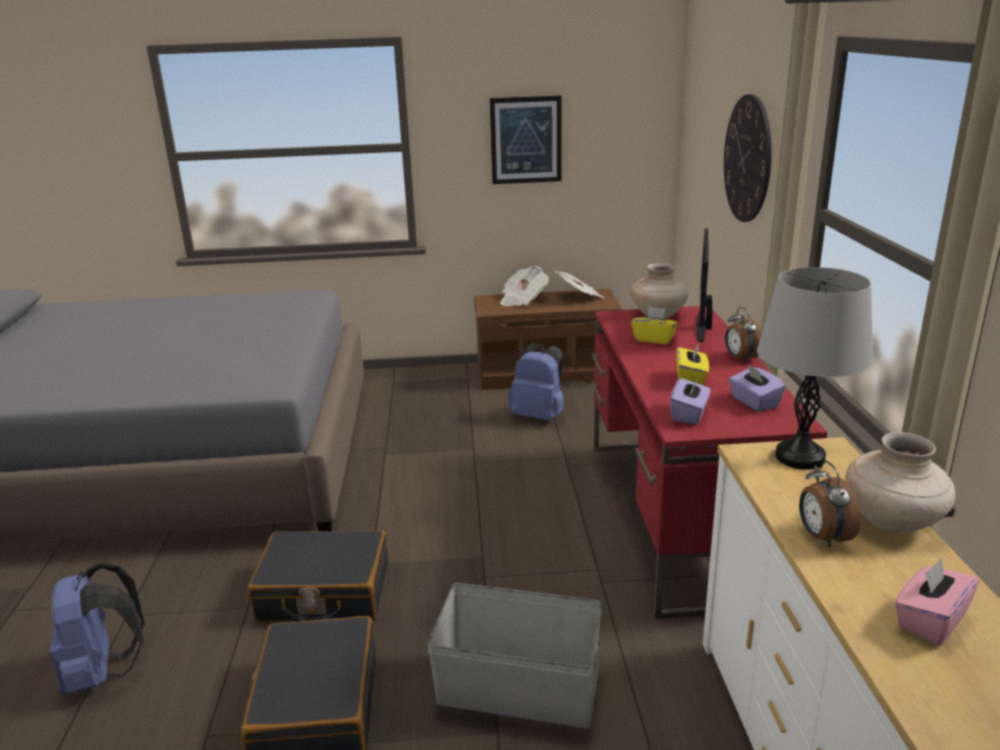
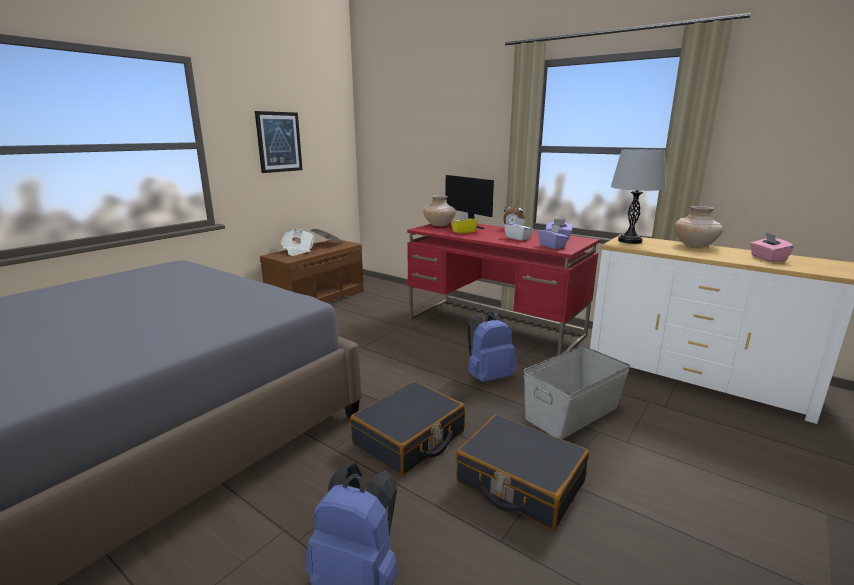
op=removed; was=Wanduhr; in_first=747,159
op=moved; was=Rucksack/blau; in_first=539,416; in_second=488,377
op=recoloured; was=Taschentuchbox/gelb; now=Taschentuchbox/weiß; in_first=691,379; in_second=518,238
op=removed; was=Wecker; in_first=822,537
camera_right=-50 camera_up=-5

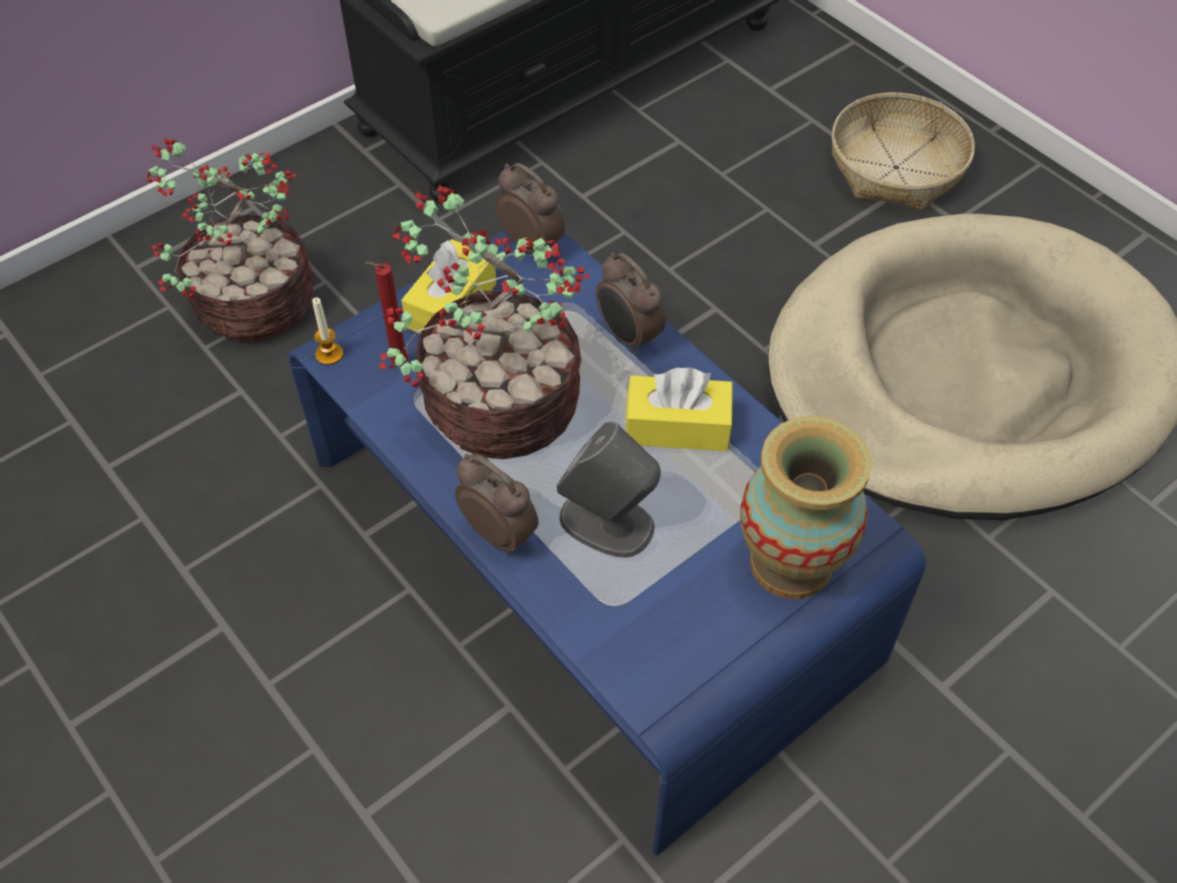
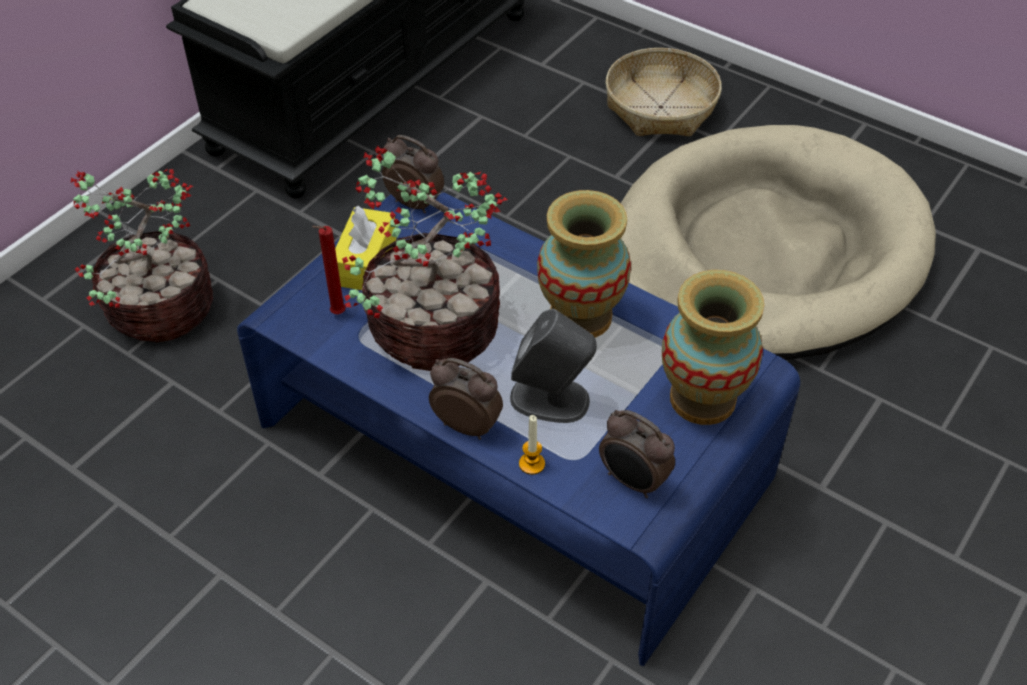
op=moved; was=Wecker; in_first=628,337; in_second=633,481
op=moved; was=Kerze; in_first=329,354; in_second=532,464
op=replaced; was=Taschentuchbox/gelb; now=Vase; in_first=677,426; in_second=580,317
camera_right=-15 camera_up=-5

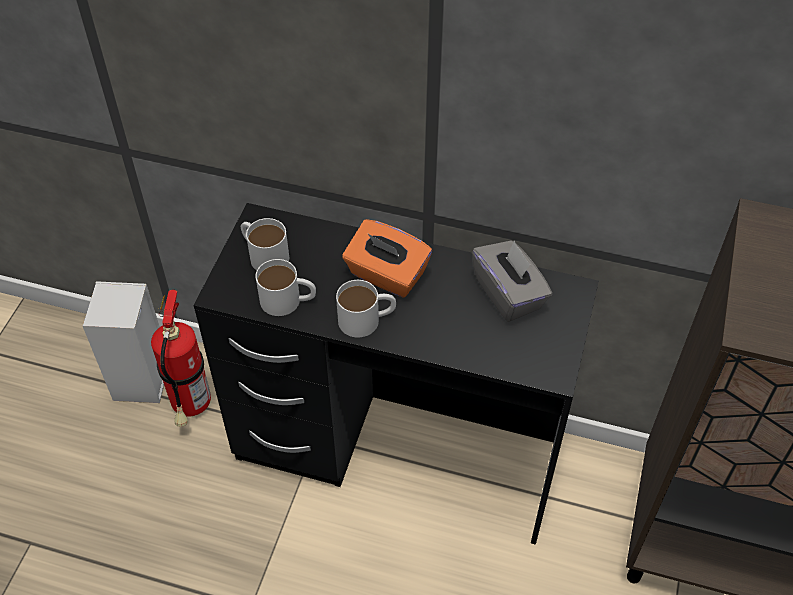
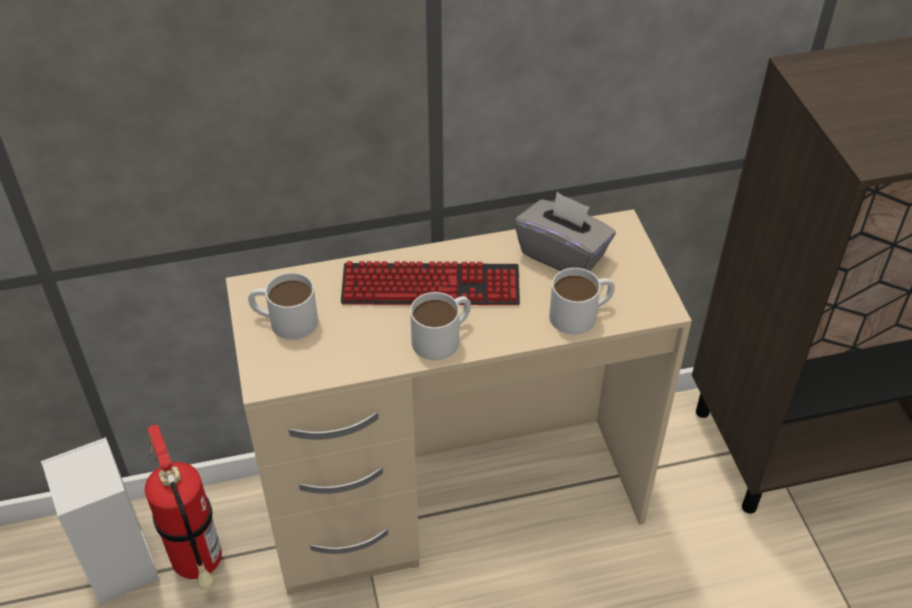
op=recoloured; was=Schreibtisch/schwarz; now=Schreibtisch/beige; in_first=398,451; in_second=455,501
op=replaced; was=Taschentuchbox/orange; now=Tastatur; in_first=386,275; in_second=430,287
op=moved; was=Henkelbecher/weiß; in_first=288,300; in_second=581,314
camera_right=-30 camera_up=-5

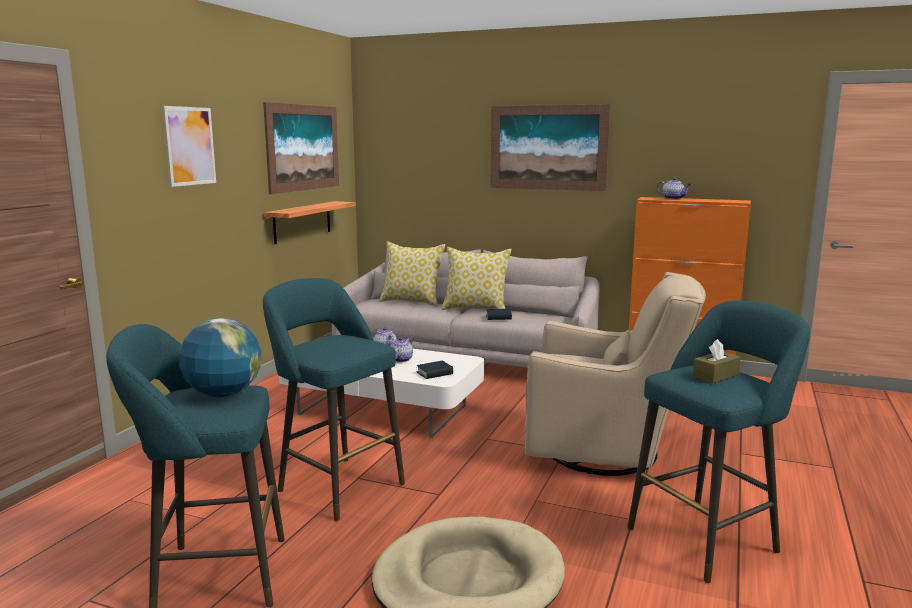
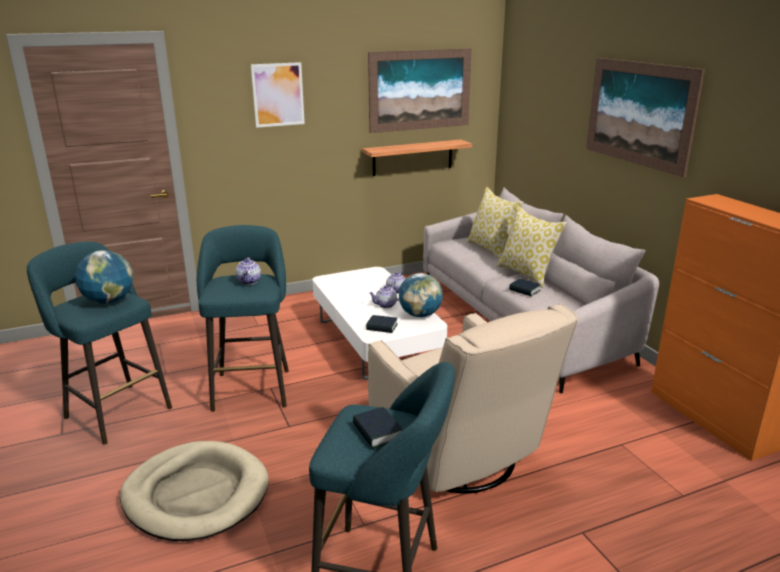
op=moved; was=Teekanne; in_first=673,198; in_second=249,281
op=replaced; was=Taschentuchbox/braun; now=Buch; in_first=715,376; in_second=377,432
op=added; now=Globus; in_second=420,315
camera_right=45 camera_up=10

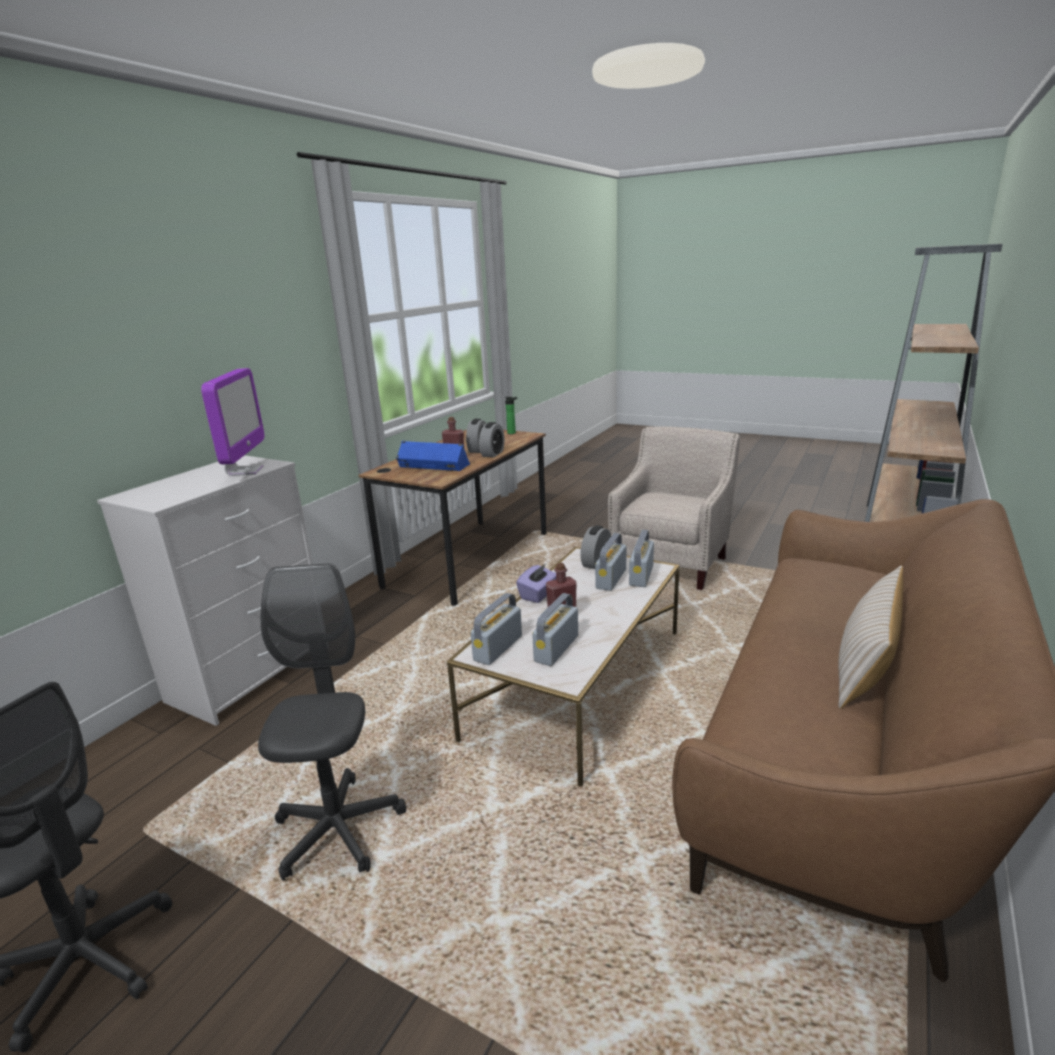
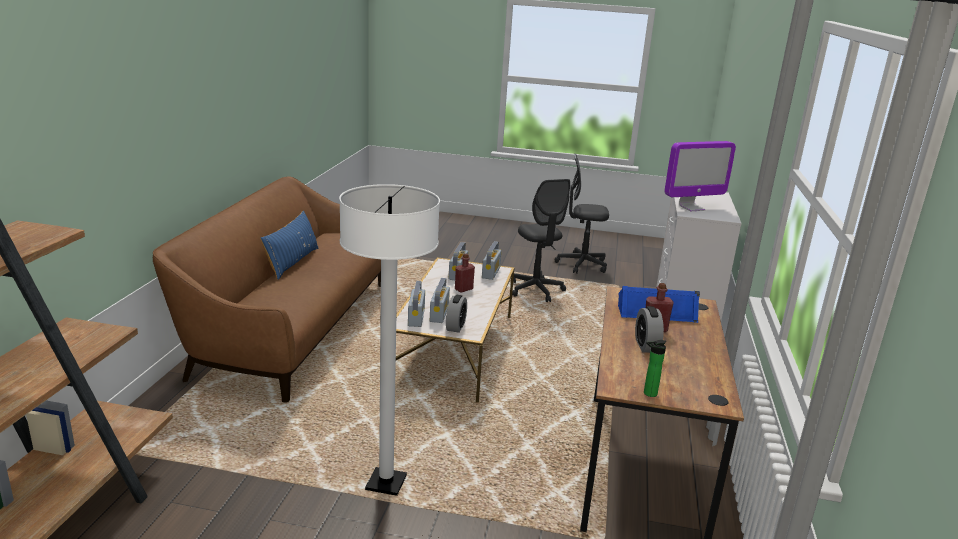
op=turned; was=Monitor; in_first=245,471; in_second=691,208; clockwise=-90
op=removed; was=Wecker; in_first=492,454
op=replaced; was=Sessel/beige; now=Stehlampe/weiß; in_first=672,562; in_second=386,483
op=removed; was=Taschentuchbox/lila; in_first=538,594
op=recoloured; was=Kissen/beige; now=Kissen/blau; in_first=865,664; in_second=292,262
camera_right=160 camera_up=0

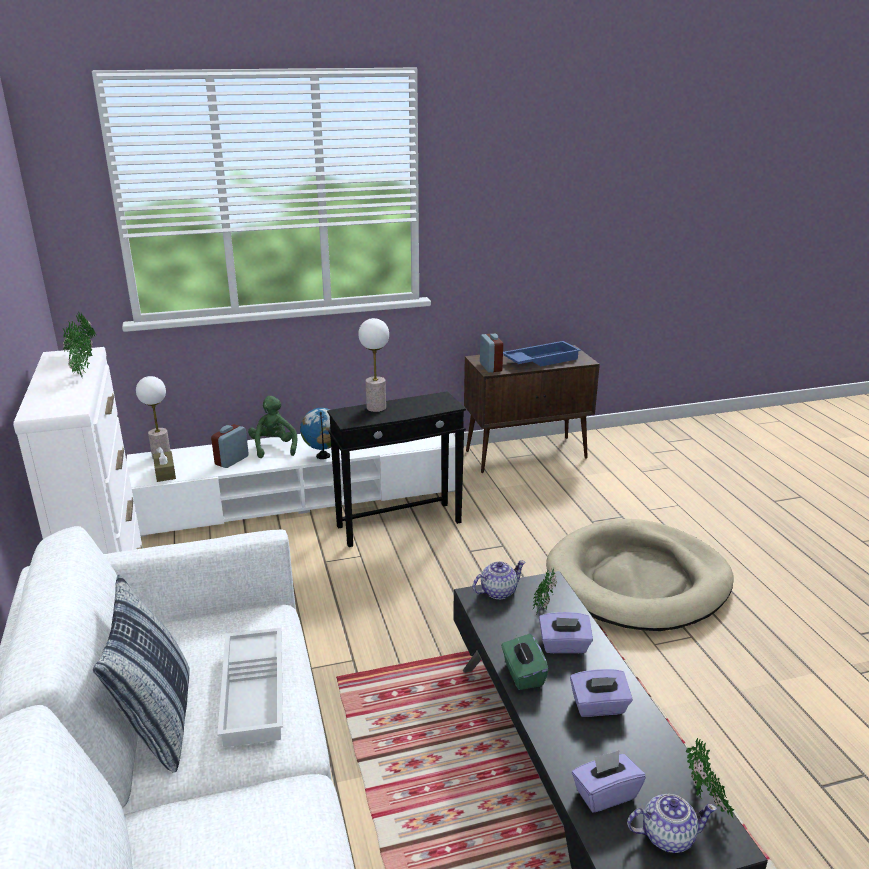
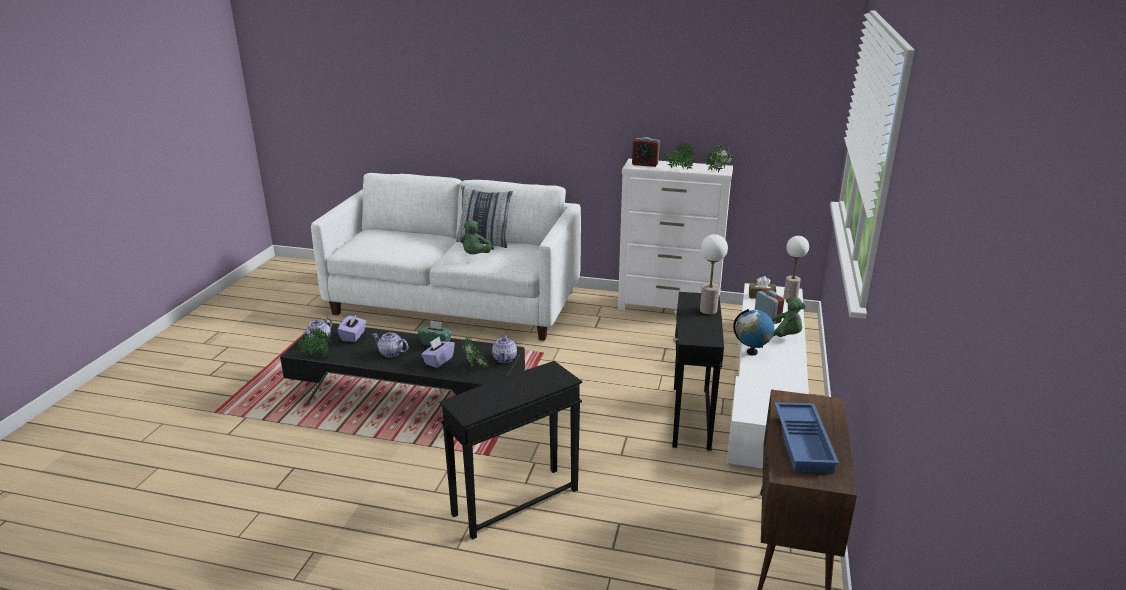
op=moved; was=Wecker; in_first=490,367; in_second=645,164
op=replaced; was=Hundebett/beige; now=Beistelltisch/schwarz; in_first=637,580; in_second=514,501
op=replaced; was=Tablett/weiß; now=Plüschtier/grün; in_first=256,692; in_second=476,256
op=replaced; was=Taschentuchbox/lila; now=Teekanne; in_first=599,706; in_second=391,353
camera_right=120 camera_up=0

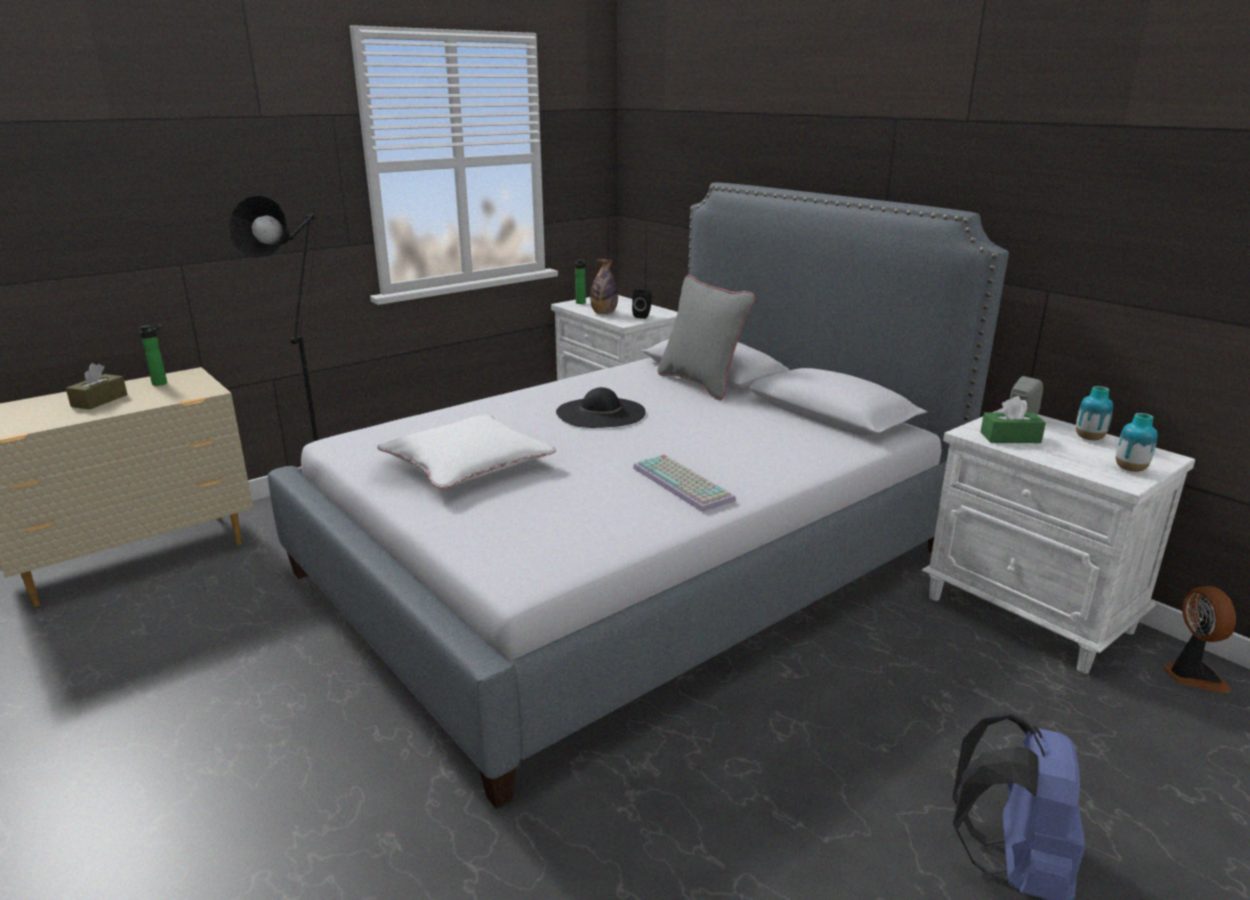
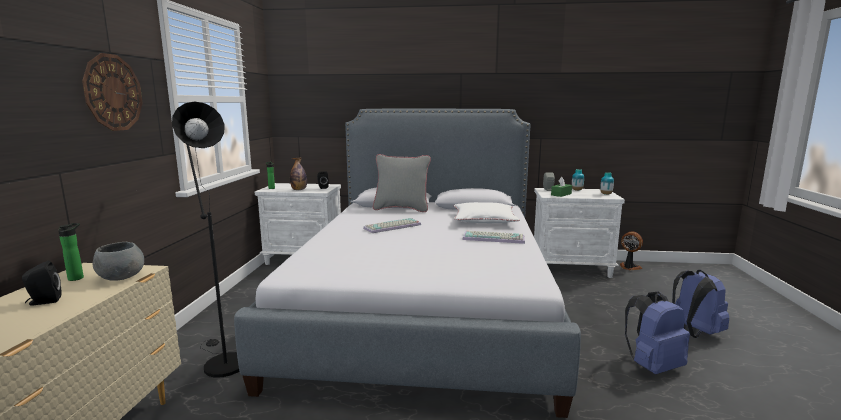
op=replaced; was=Taschentuchbox/braun; now=Lautsprecher/schwarz; in_first=99,400; in_second=43,301
op=replaced; was=Hut/schwarz; now=Tastatur; in_first=600,413; in_second=392,227
op=moved; was=Kissen/weiß; in_first=467,463; in_second=484,220
op=added; now=Wanduhr; in_second=113,92
op=added; now=Schüssel/grau; in_second=121,277
op=added; now=Rucksack/blau; in_second=652,366
camera_right=-45 camera_up=-10

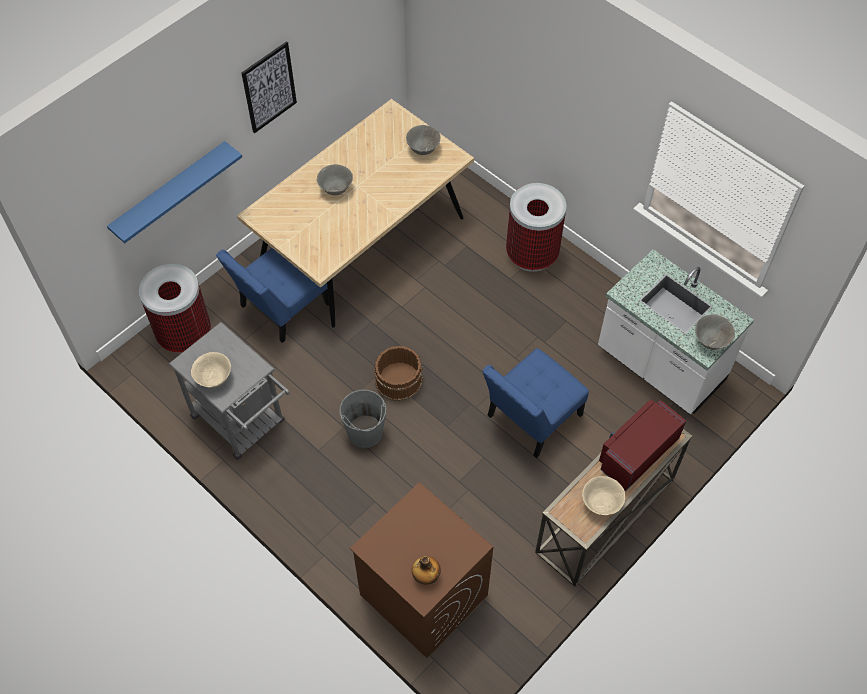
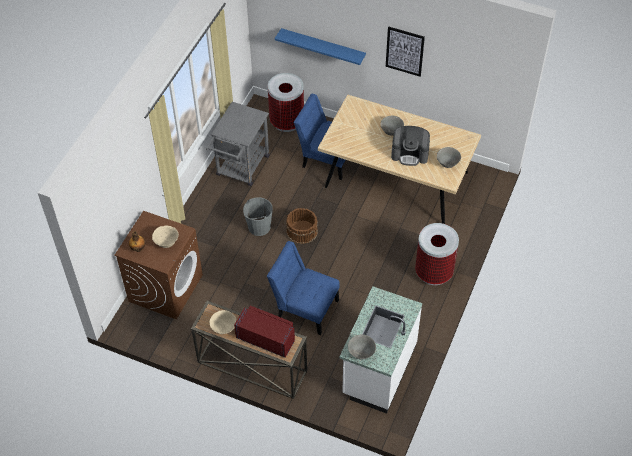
op=moved; was=Schüssel/beige; in_first=214,378; in_second=166,243
op=added; now=Kaffeemaschine; in_second=410,153
camera_right=70 camera_up=-5

